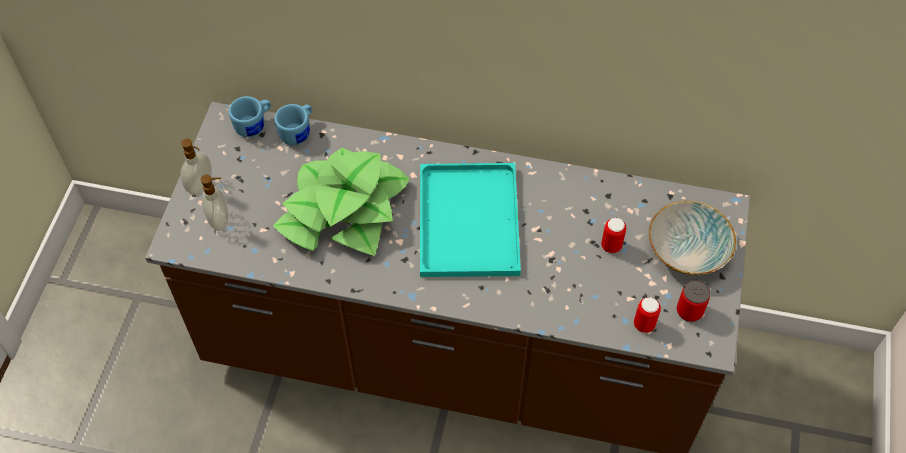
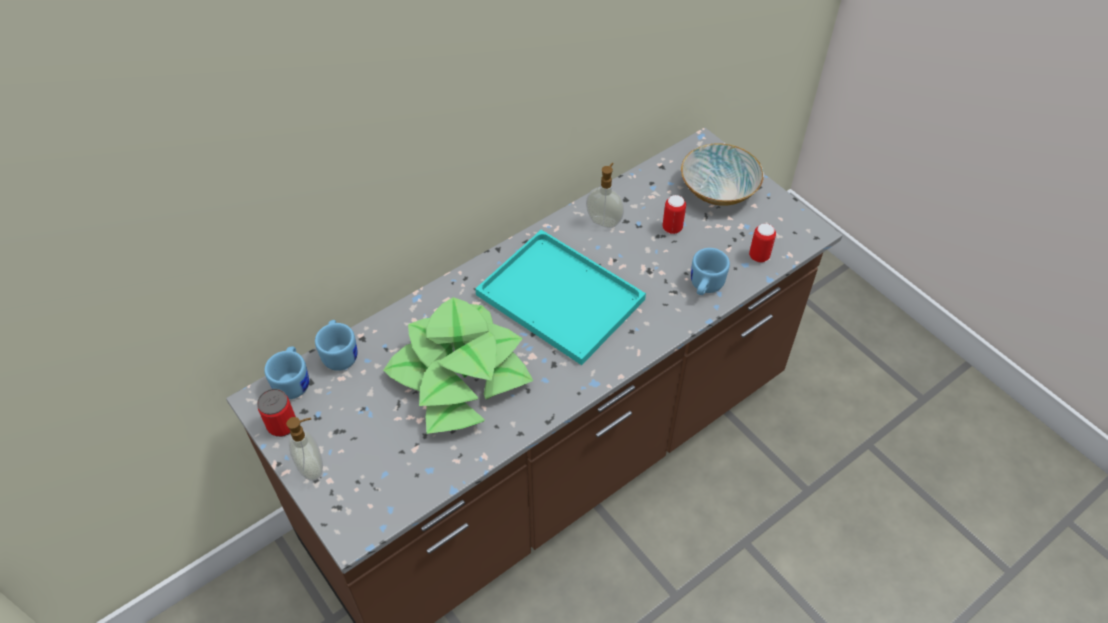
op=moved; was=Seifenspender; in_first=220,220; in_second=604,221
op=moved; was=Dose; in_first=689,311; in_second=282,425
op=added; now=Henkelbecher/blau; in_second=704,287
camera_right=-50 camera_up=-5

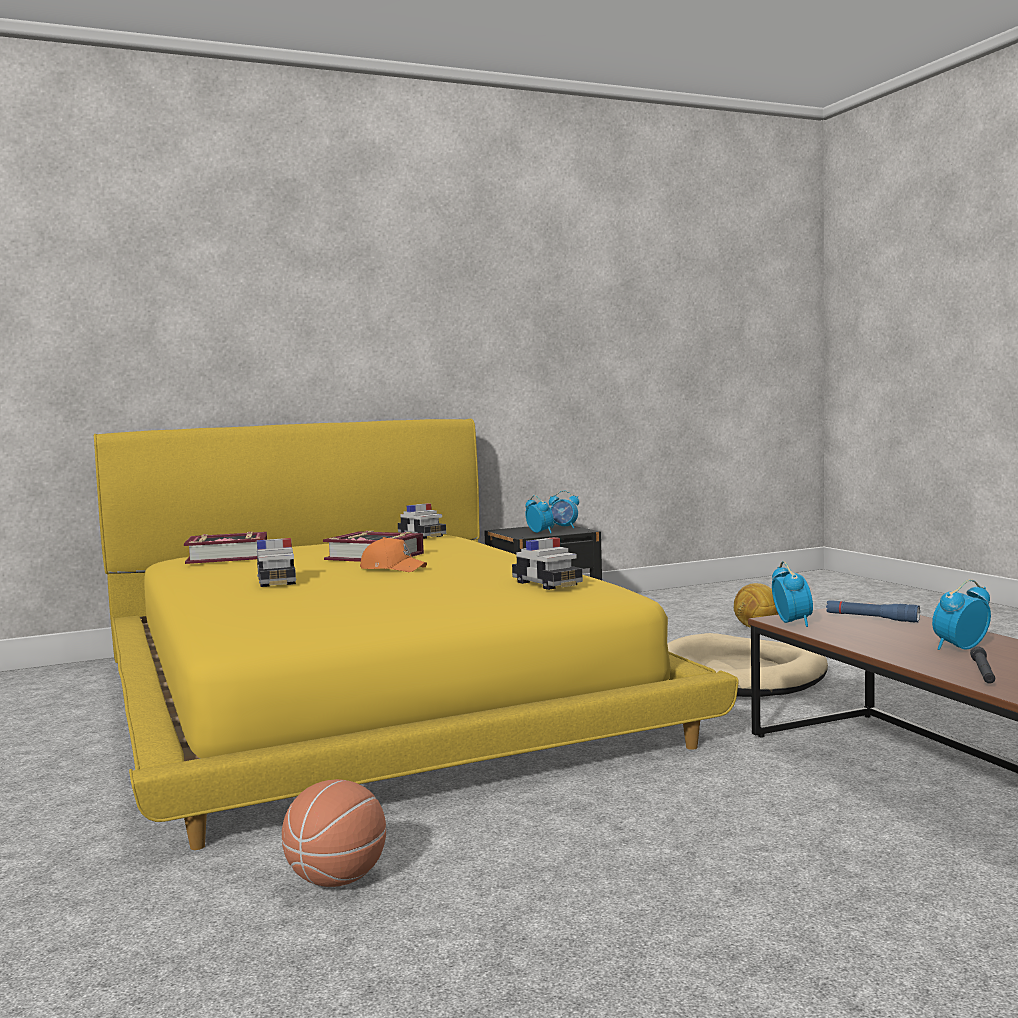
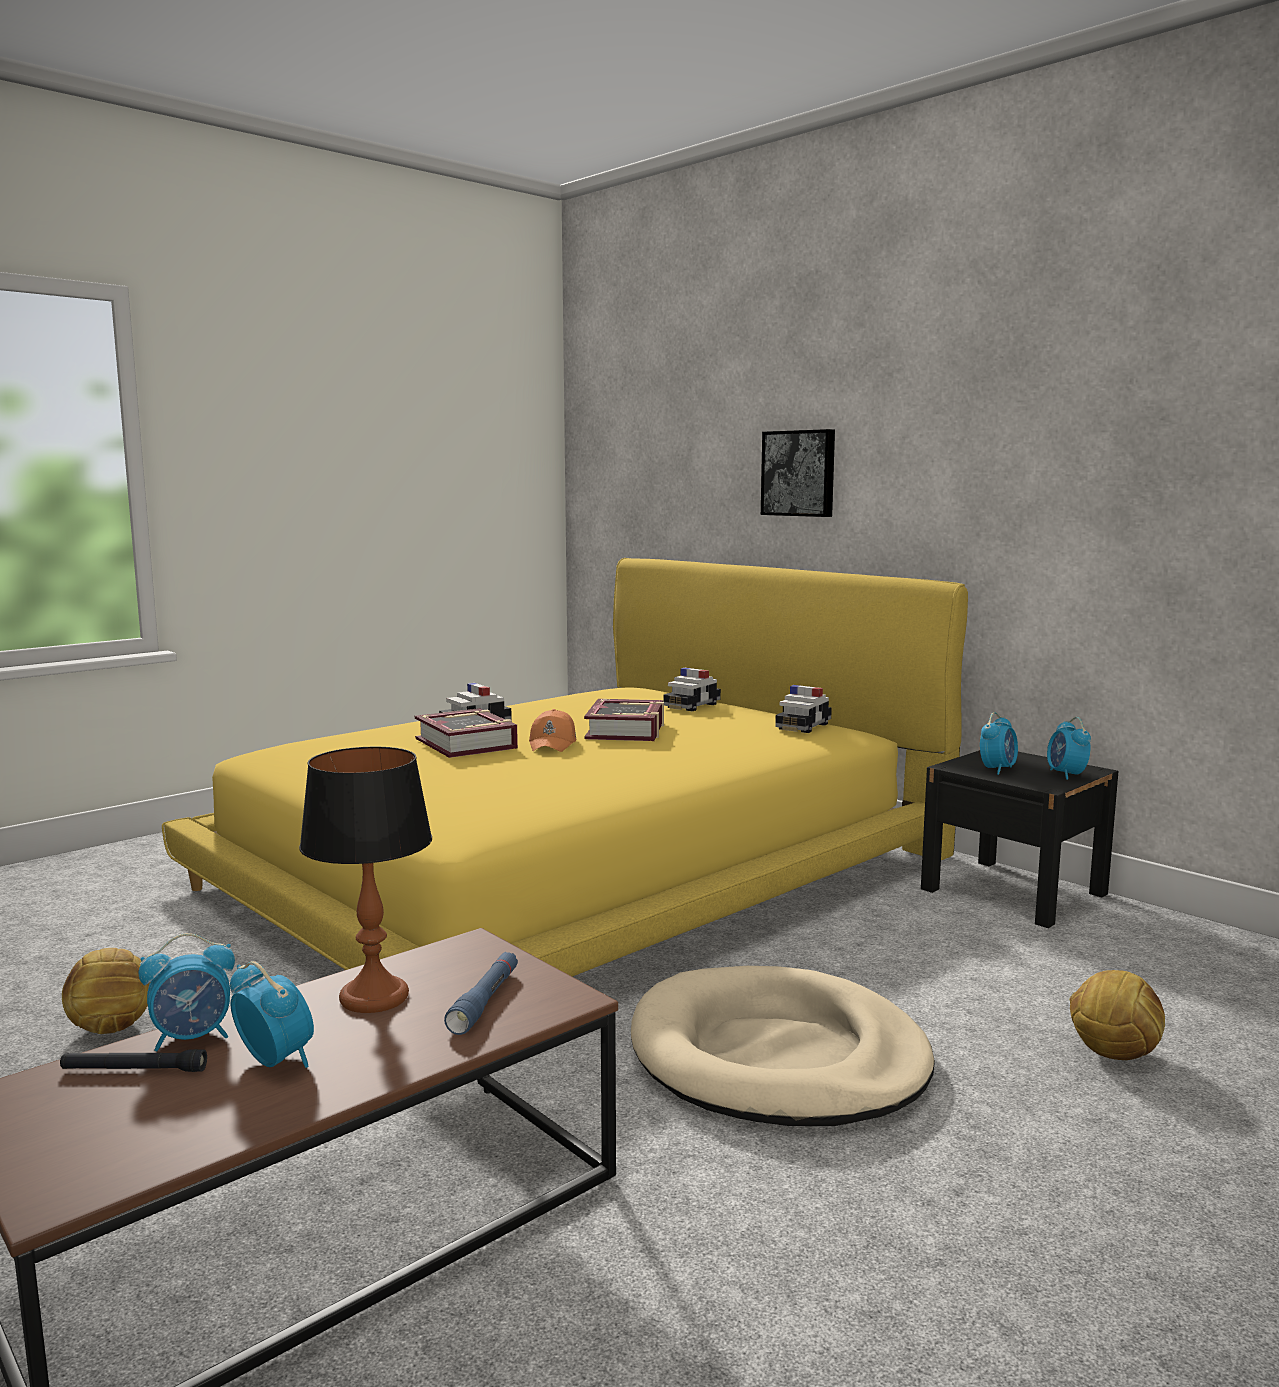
op=moved; was=Buch; in_first=228,557; in_second=466,744
op=moved; was=Spielzeugauto; in_first=547,583; in_second=692,706
op=moved; was=Wecker; in_first=792,623; in_second=193,1038
op=removed; was=Basketball; in_first=336,880
op=added; now=Bild; in_second=799,473
op=added; now=Tischlampe; in_second=375,997
op=added; now=Fußball; in_second=112,1027
camera_right=70 camera_up=5

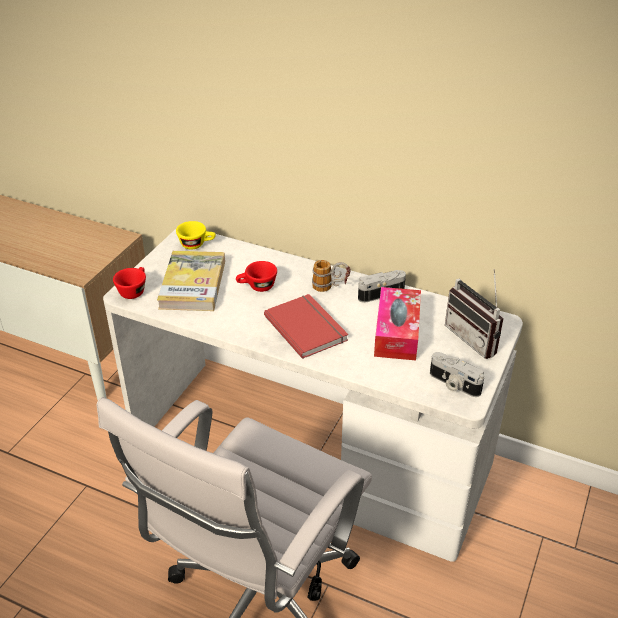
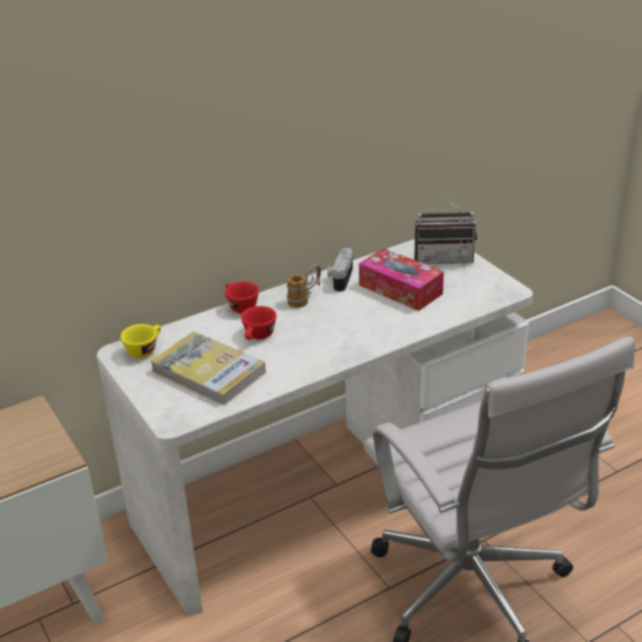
op=moved; was=Tasse/rot; in_first=134,290; in_second=240,306
op=removed; was=Buch/rot; in_first=307,327
op=removed; was=Kamera; in_first=453,384
camera_right=-55 camera_up=-5

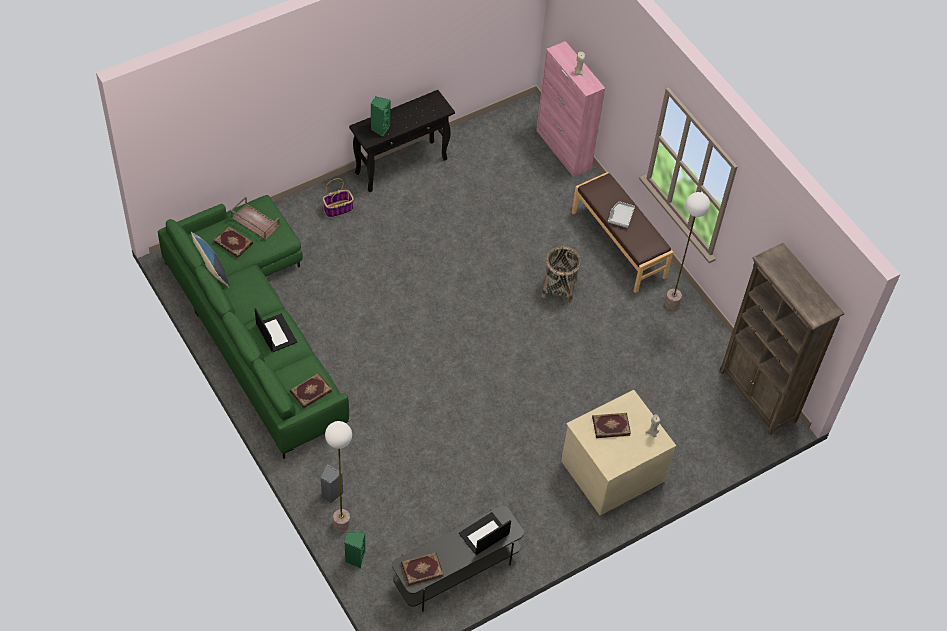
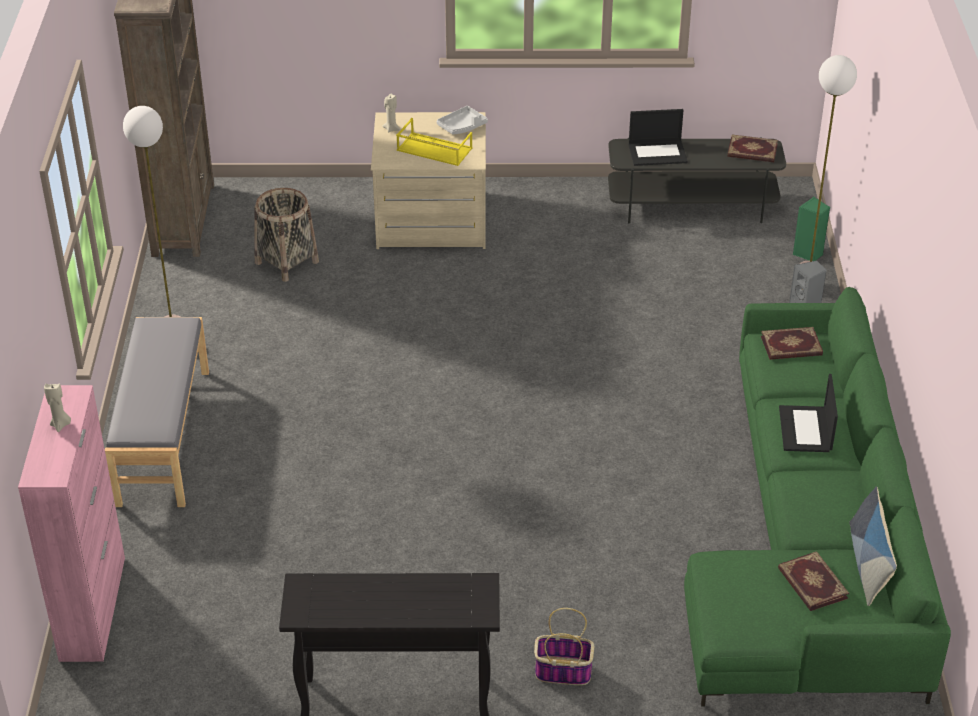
op=removed; was=Lautsprecher/grün; in_first=380,128
op=recoloured; was=Bank/braun; now=Bank/grau; in_first=619,244; in_second=162,436
op=removed; was=Tablett/braun; in_first=255,222
op=moved; was=Tablett/grau; in_first=620,217; in_second=462,126
op=moved; was=Korb; in_first=559,288; in_second=287,262
op=replaced; was=Buch; now=Tablett/gelb; in_first=611,425; in_second=433,149
camera_right=-145 camera_up=-15

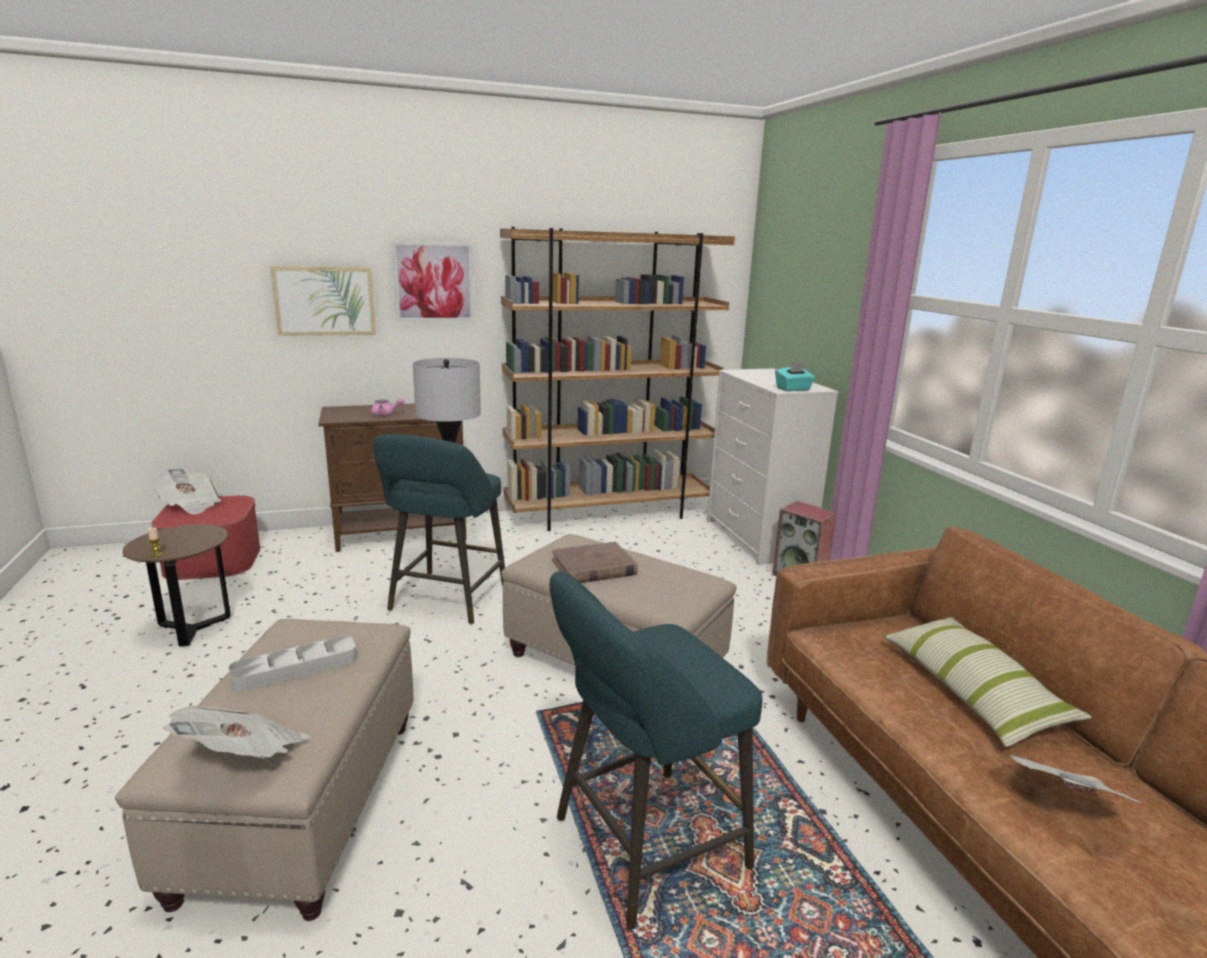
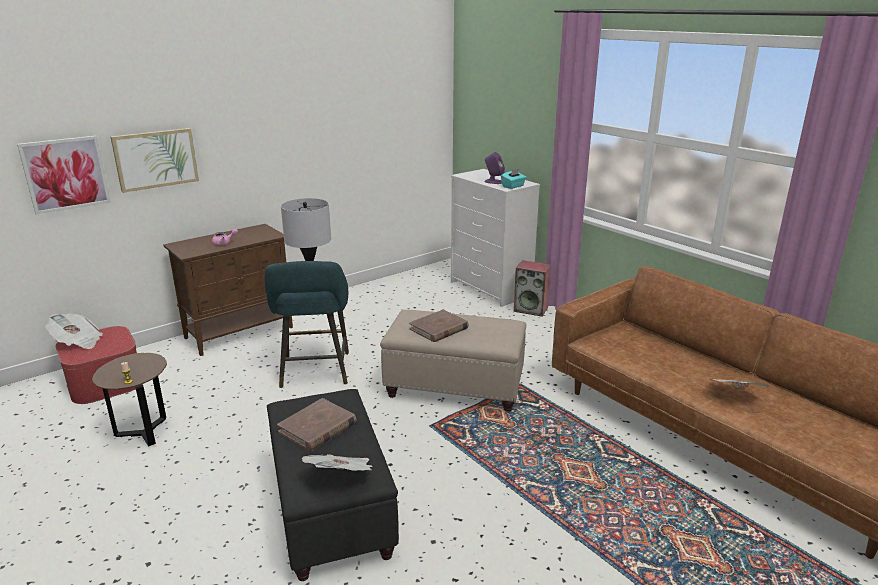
op=removed; was=Bücherregal/braun; in_first=608,514
op=moved; was=Bild; in_first=433,282; in_second=65,174
op=removed; was=Hocker/türkis; in_first=641,847
op=removed; was=Kissen; in_first=971,692
op=recoloured; was=Polsterhocker/beige; now=Polsterhocker/schwarz; in_first=302,806; in_second=331,511
op=replaced; was=Tablett/grau; now=Buch/braun; in_first=295,669; in_second=317,427
op=added; now=Lautsprecher/lila; in_second=493,182
camera_right=-20 camera_up=5

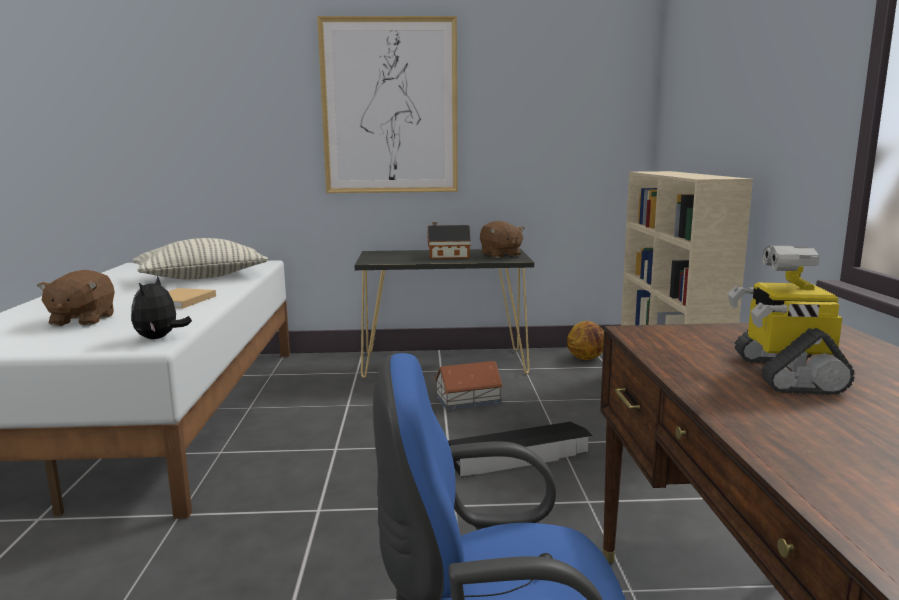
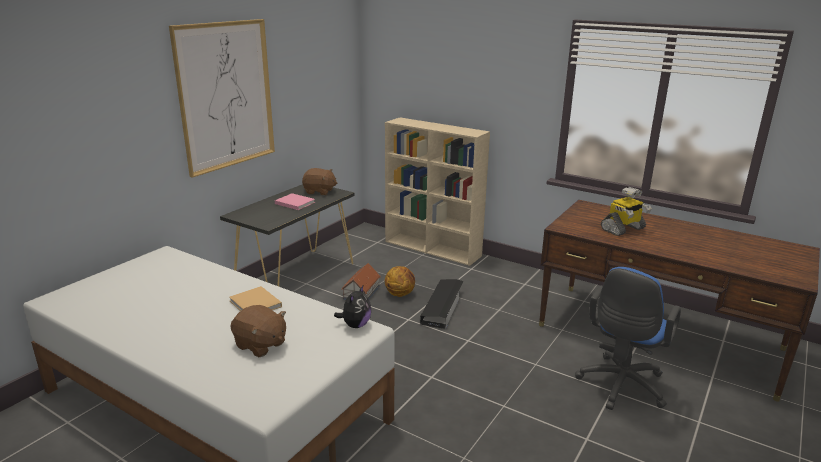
op=replaced; was=Spielzeughaus; now=Buch/rosa; in_first=447,256; in_second=294,203
op=removed; was=Kissen; in_first=202,277
op=turned; was=Spielzeugroboter; in_first=783,373; in_second=623,229; clockwise=-75
op=turned; was=Plüschtier; in_first=159,338; in_second=355,325; clockwise=-105
op=moved; was=Basketball; in_first=586,358; in_second=400,294
camera_right=-55 camera_up=10

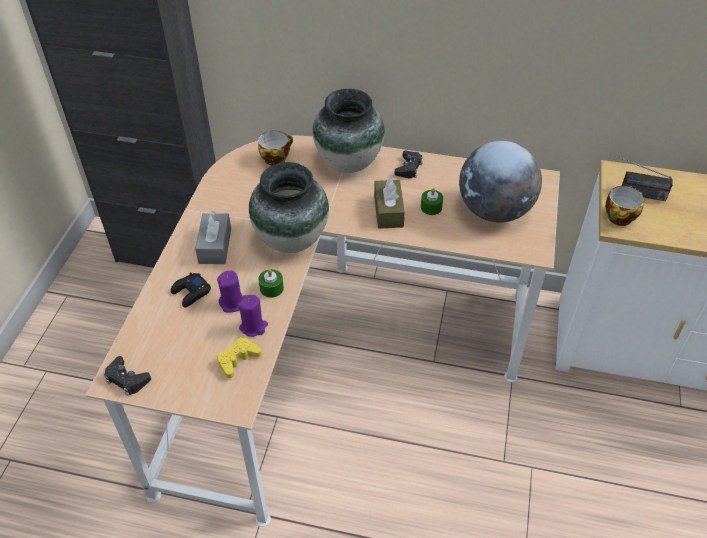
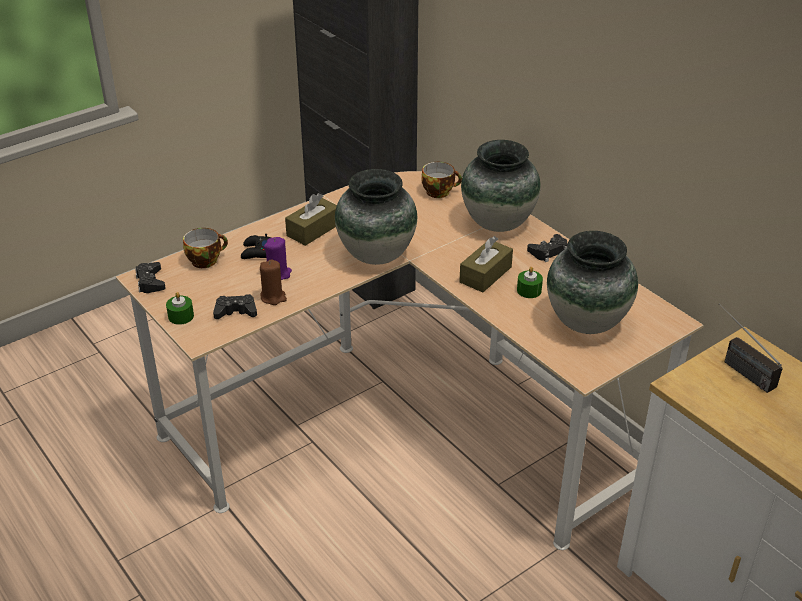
op=replaced; was=Globus; now=Vase; in_first=494,211; in_second=587,322
op=moved; was=Tasse; in_first=619,216; in_second=206,260
op=recoloured; was=Taschentuchbox/grau; now=Taschentuchbox/braun; in_first=215,246; in_second=313,230
op=moved; was=Kerze/grün; in_first=271,288; in_second=181,316
op=recoloured; was=Kerze/lila; now=Kerze/braun; in_first=253,327; in_second=273,297
op=recoloured; was=Gamepad/gelb; now=Gamepad/schwarz; in_first=238,360; in_second=236,311
camera_right=40 camera_up=-10

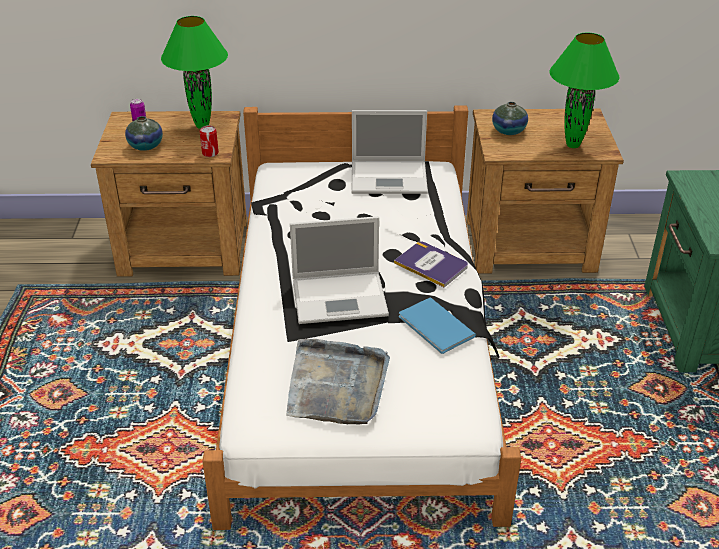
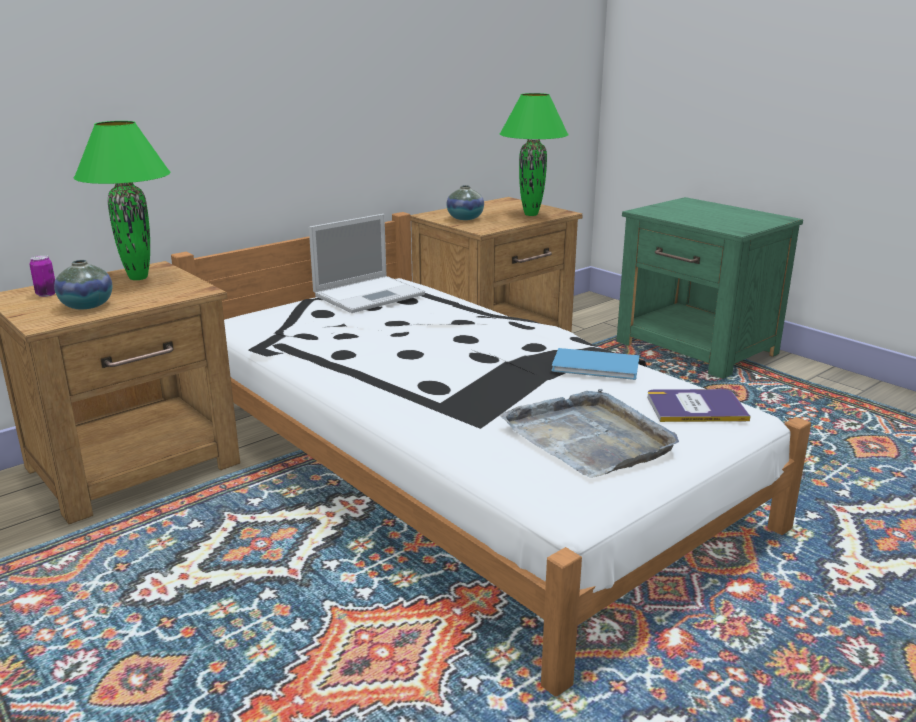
op=removed; was=Dose; in_first=210,153
op=removed; was=Laptop; in_first=341,297
op=moved; was=Buch; in_first=431,264; in_second=696,407
camera_right=-40 camera_up=-15

